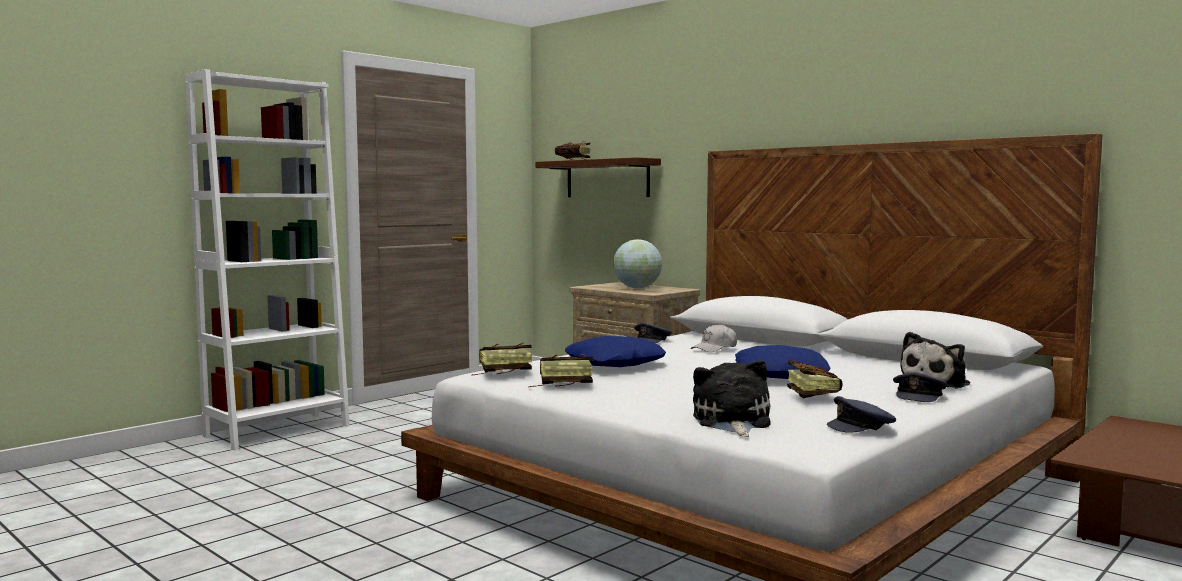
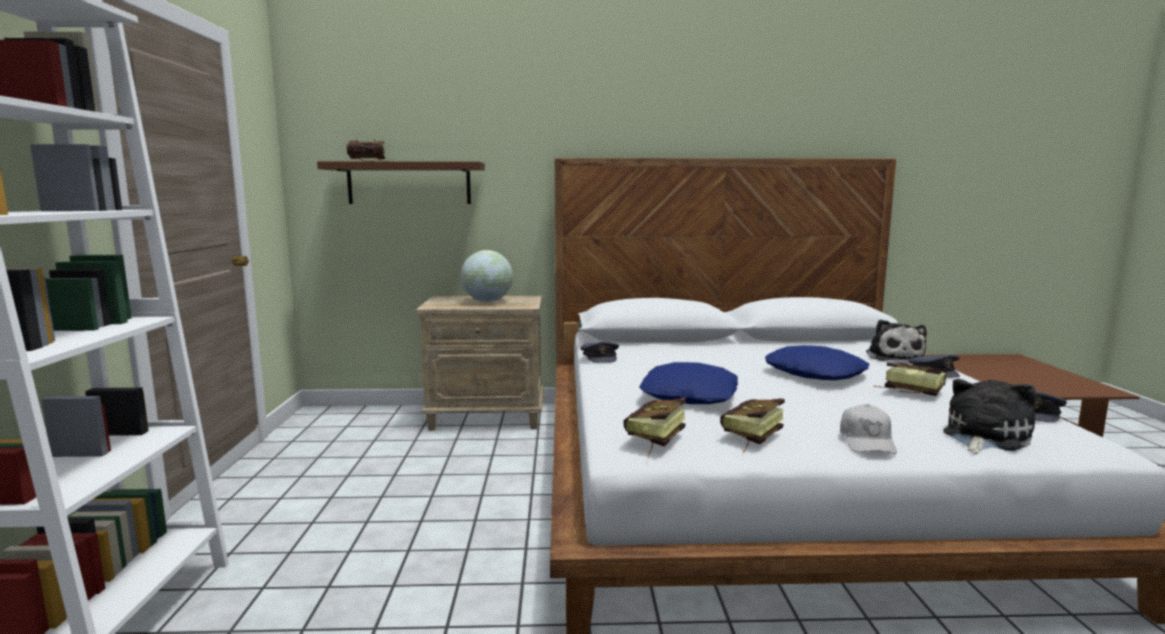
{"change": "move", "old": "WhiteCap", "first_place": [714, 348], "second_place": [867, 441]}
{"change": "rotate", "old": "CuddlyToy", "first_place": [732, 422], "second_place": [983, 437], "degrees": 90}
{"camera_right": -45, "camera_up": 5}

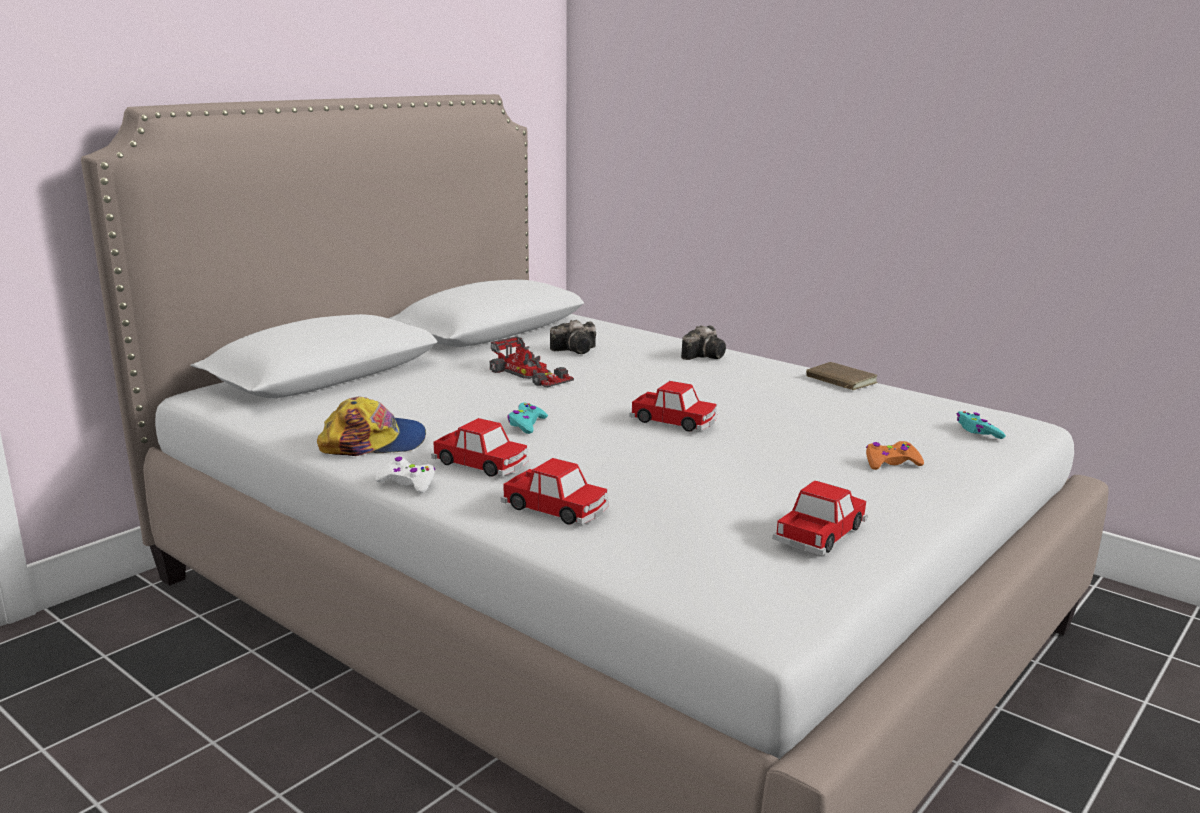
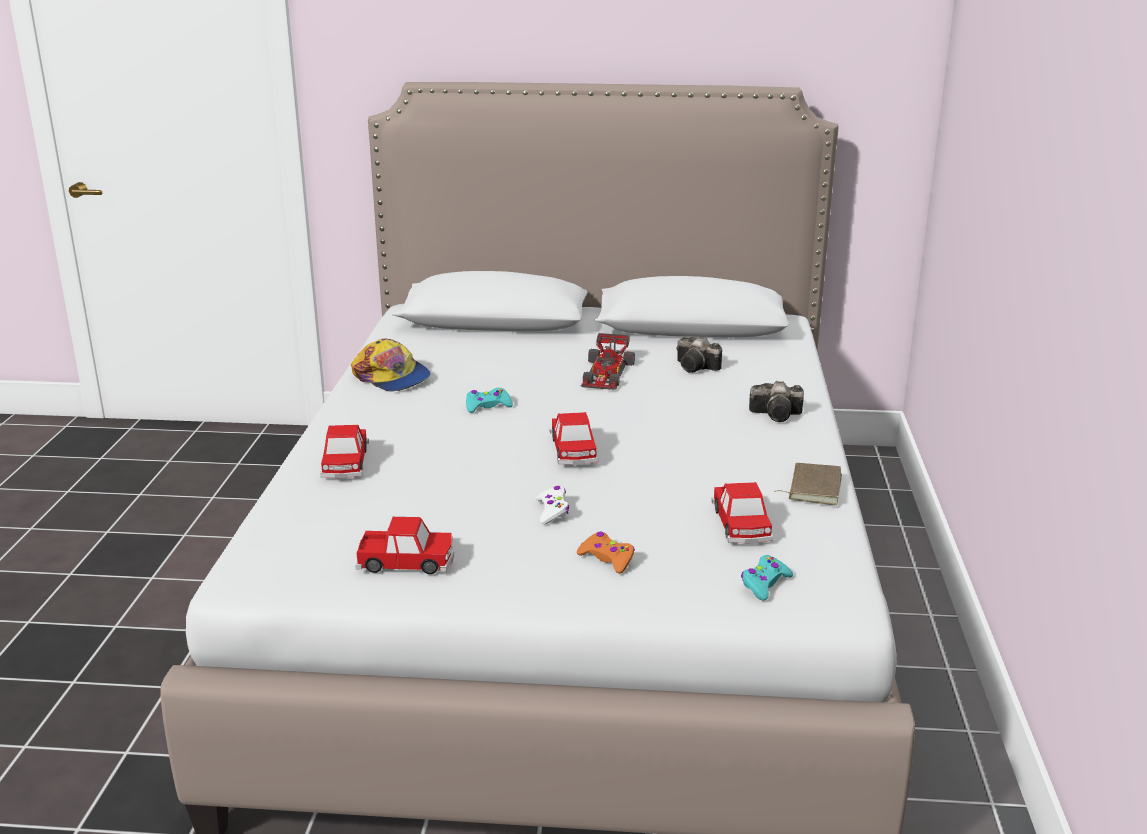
{"change": "move", "old": "WhiteGameController", "first_place": [407, 483], "second_place": [552, 511]}
{"change": "move", "old": "MiniatureCar", "first_place": [481, 463], "second_place": [741, 524]}
{"camera_right": 55, "camera_up": 5}

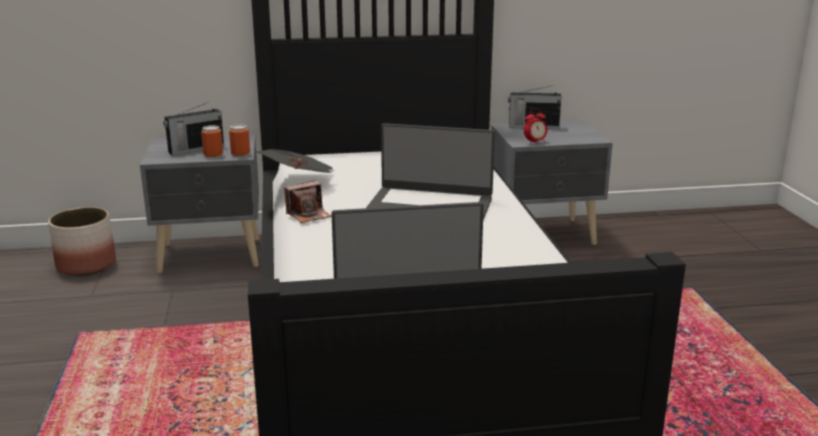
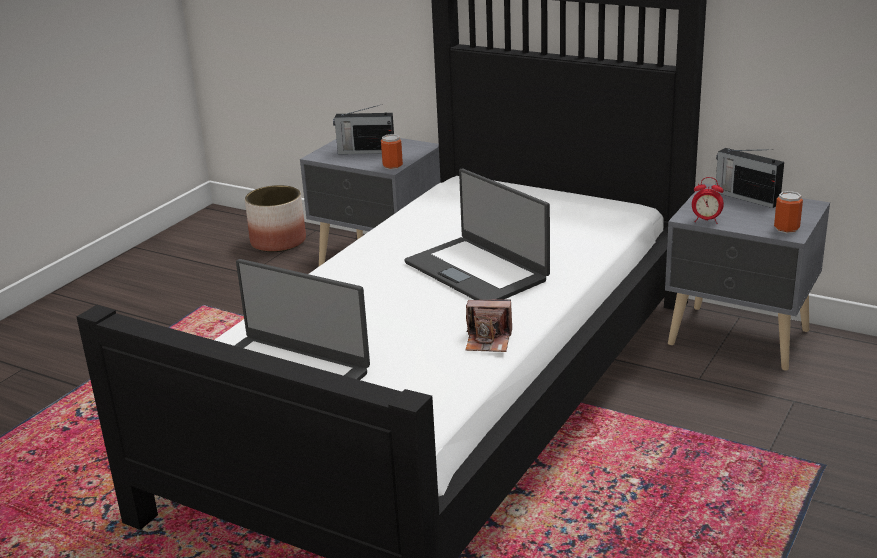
{"change": "delete", "old": "PrintedPaper", "first_place": [300, 182]}
{"change": "move", "old": "Can", "first_place": [213, 155], "second_place": [786, 229]}
{"change": "move", "old": "StillCamera", "first_place": [309, 215], "second_place": [488, 340]}
{"camera_right": 40, "camera_up": 5}

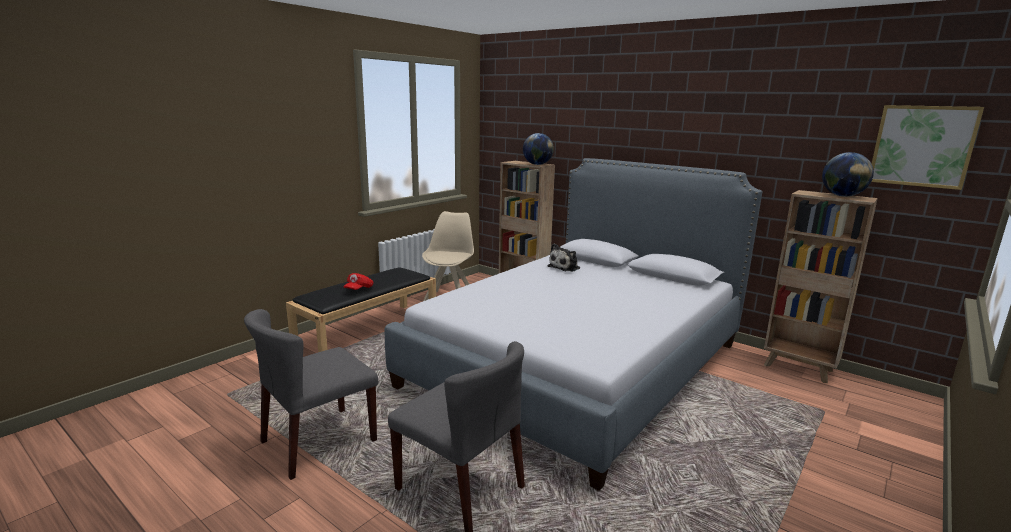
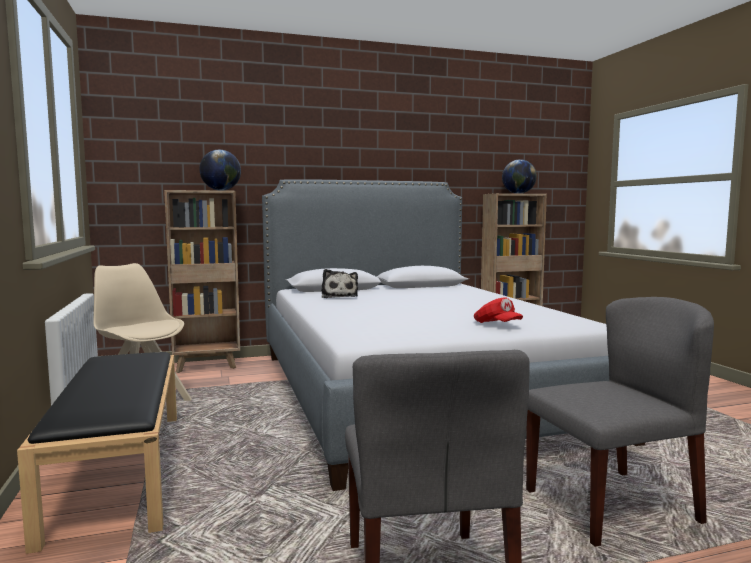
{"change": "delete", "old": "WallArt", "first_place": [922, 146]}
{"change": "move", "old": "RedCap", "first_place": [359, 289], "second_place": [497, 325]}
{"camera_right": -55, "camera_up": -10}

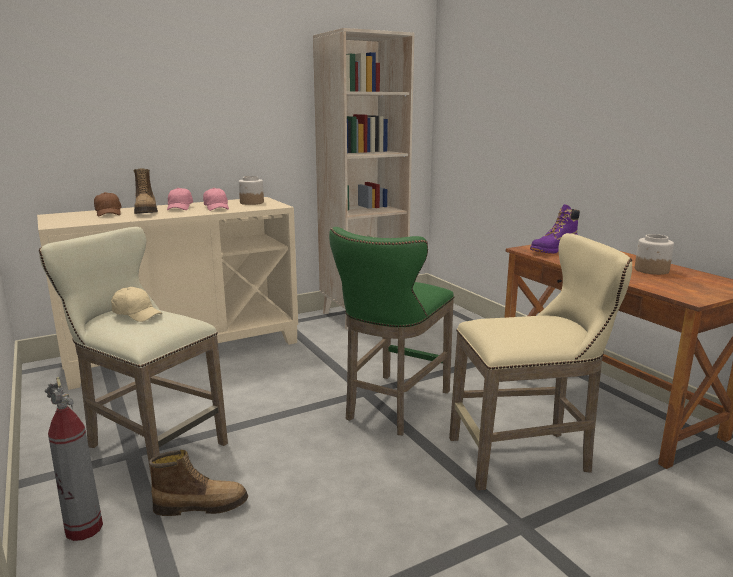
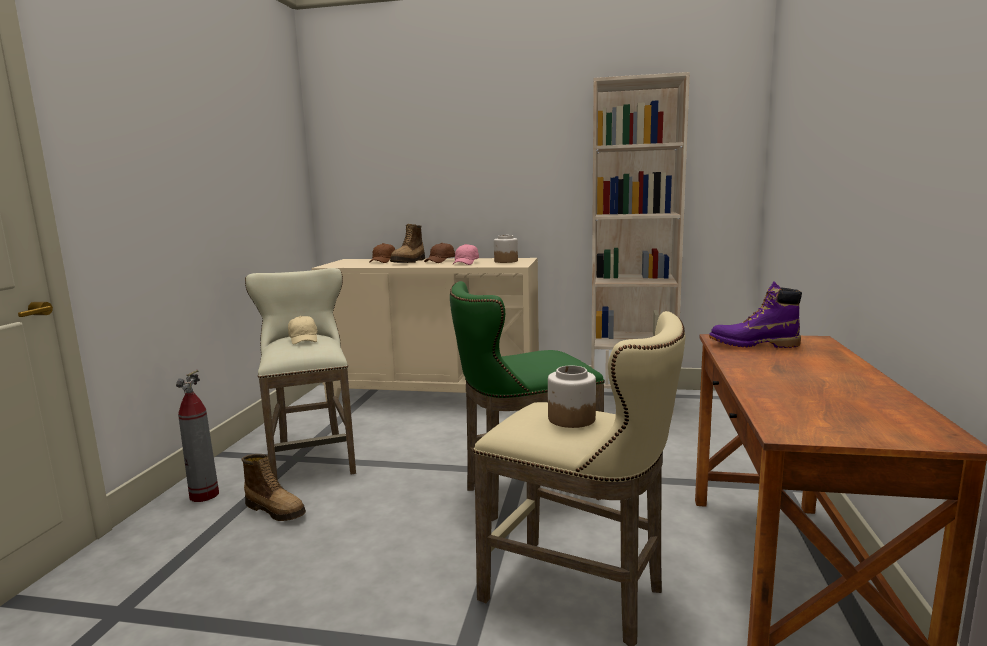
{"change": "move", "old": "Jar", "first_place": [651, 270], "second_place": [571, 418]}
{"change": "recolor", "old": "PinkishCap", "new": "BrownishCap", "first_place": [180, 208], "second_place": [440, 261]}
{"camera_right": 40, "camera_up": -5}

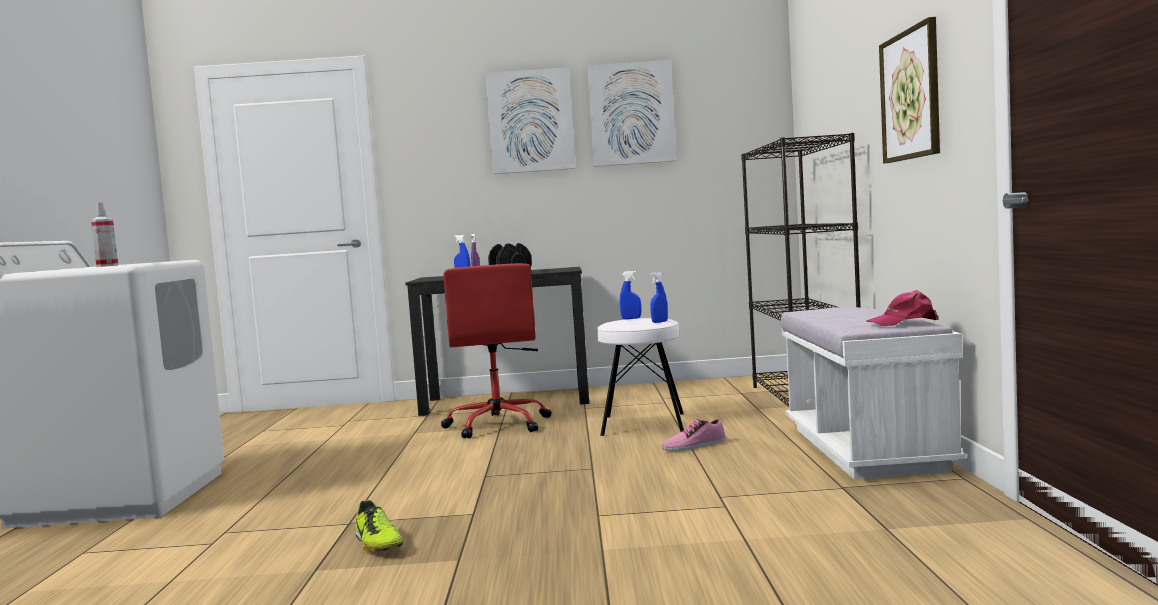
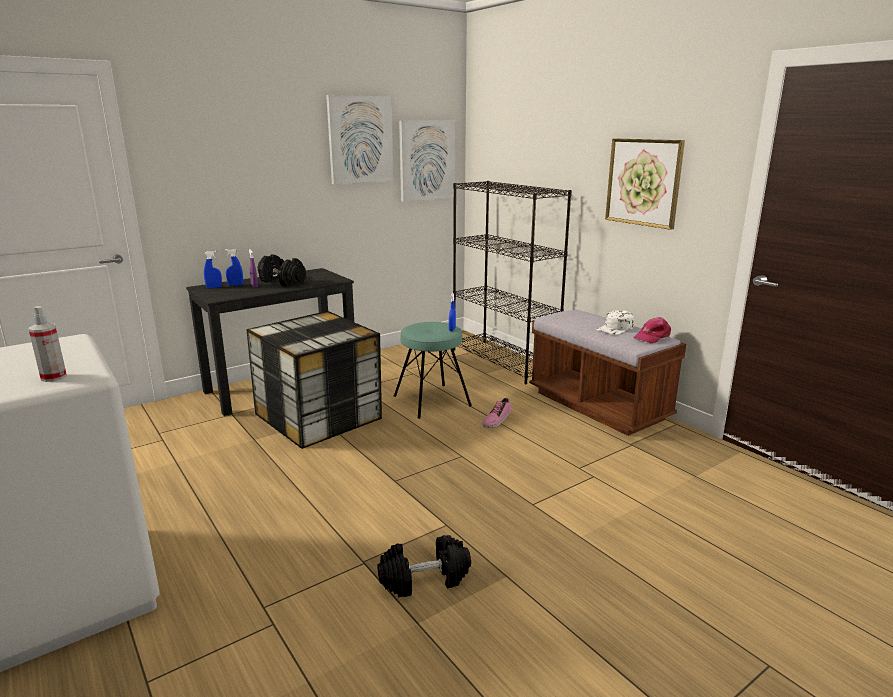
{"change": "insert", "new": "WhiteCap", "second_place": [615, 328]}
{"change": "move", "old": "WallArt", "first_place": [530, 121], "second_place": [427, 160]}
{"change": "move", "old": "BlueHandSprayer", "first_place": [631, 318], "second_place": [214, 287]}
{"change": "replace", "old": "LowShoe", "new": "BlackHandWeight", "first_place": [378, 544], "second_place": [424, 579]}
{"change": "replace", "old": "RedOfficeChair", "new": "StorageContainer", "first_place": [498, 425], "second_place": [318, 418]}
{"change": "recolor", "old": "WhiteStool", "new": "BlueGreenStool", "first_place": [643, 424], "second_place": [432, 401]}
{"change": "recolor", "old": "WhiteLongSeat", "new": "BrownishLongSeat", "first_place": [865, 449], "second_place": [598, 406]}
{"camera_right": -35, "camera_up": 15}

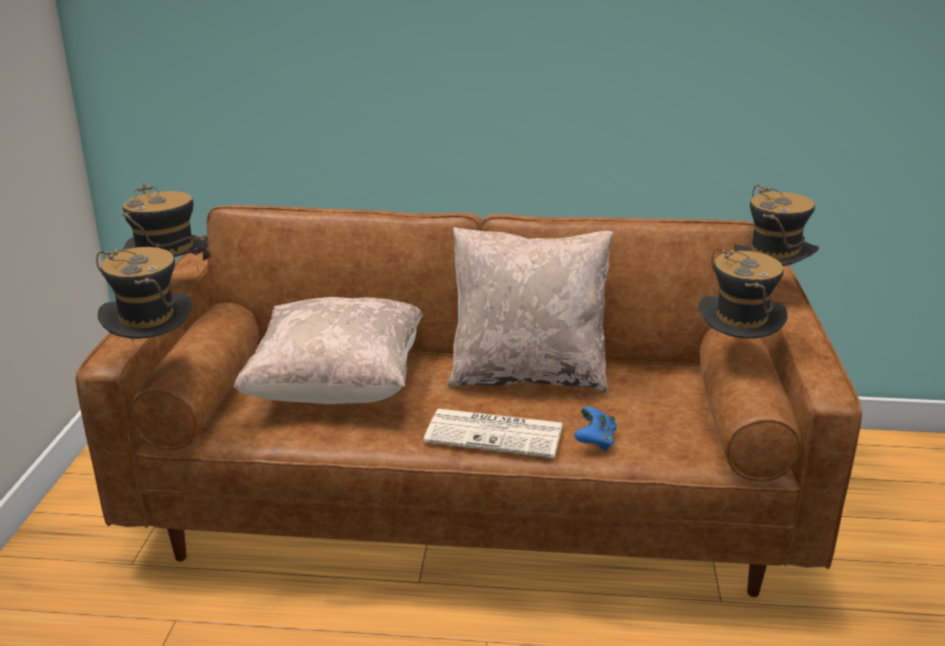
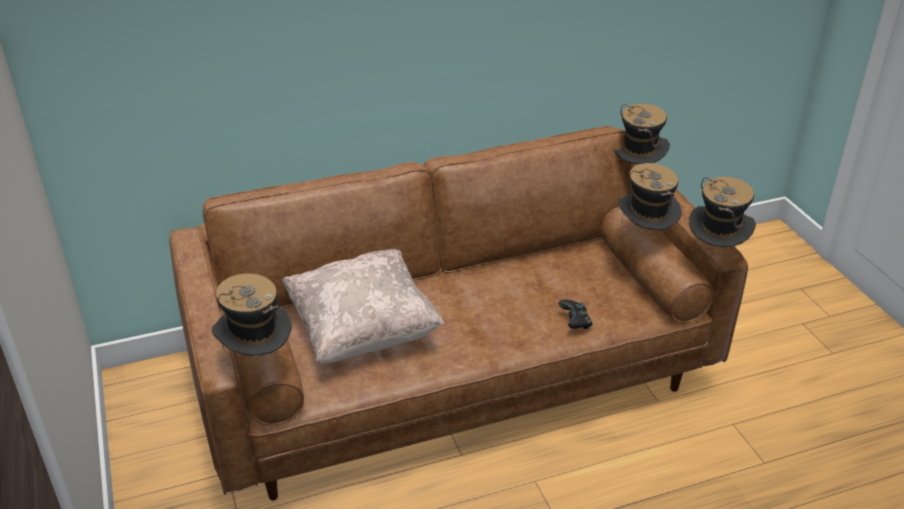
{"change": "delete", "old": "PrintedPaper", "first_place": [496, 434]}
{"change": "delete", "old": "BeigeColouredPillow", "first_place": [528, 375]}
{"change": "move", "old": "ClothingHat", "first_place": [171, 288], "second_place": [715, 254]}
{"change": "recolor", "old": "BlueGameController", "new": "BlackGameController", "first_place": [595, 441], "second_place": [575, 323]}
{"camera_right": -25, "camera_up": 10}

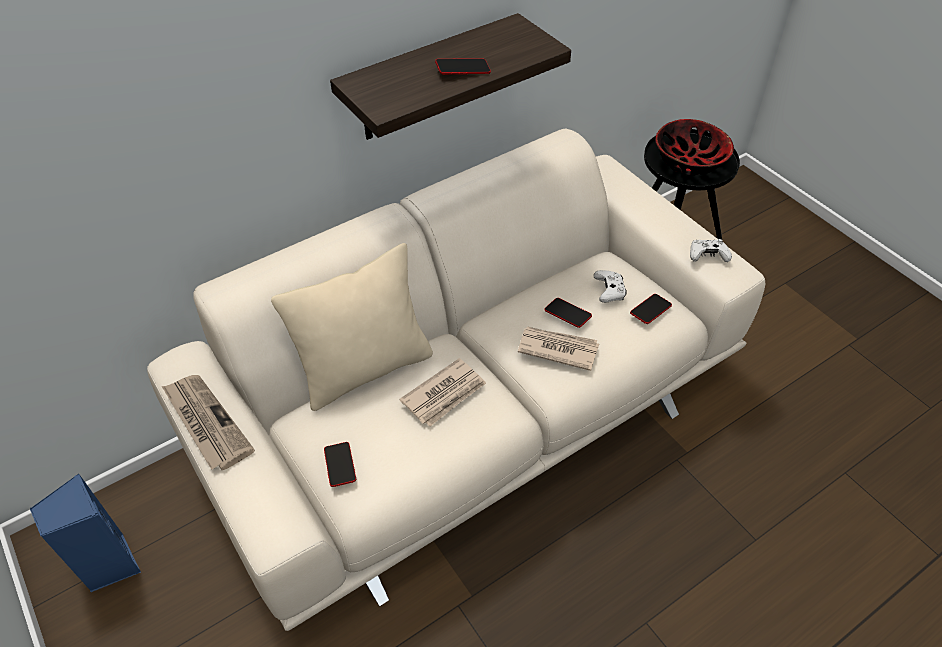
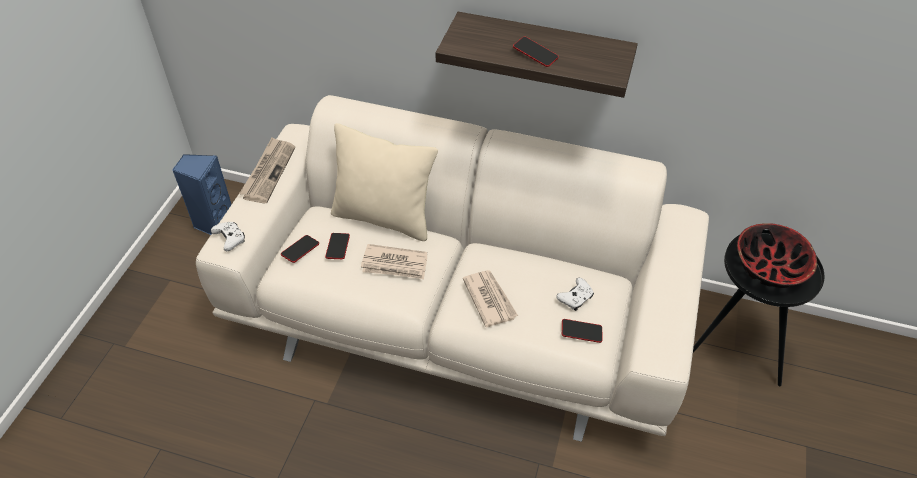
{"change": "move", "old": "Telephone", "first_place": [567, 315], "second_place": [338, 248]}
{"change": "move", "old": "WhiteGameController", "first_place": [707, 256], "second_place": [230, 239]}
{"camera_right": 50, "camera_up": 0}

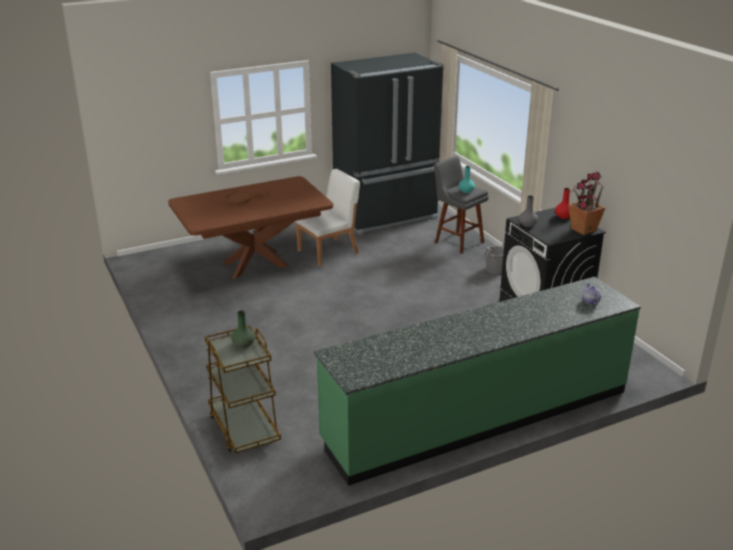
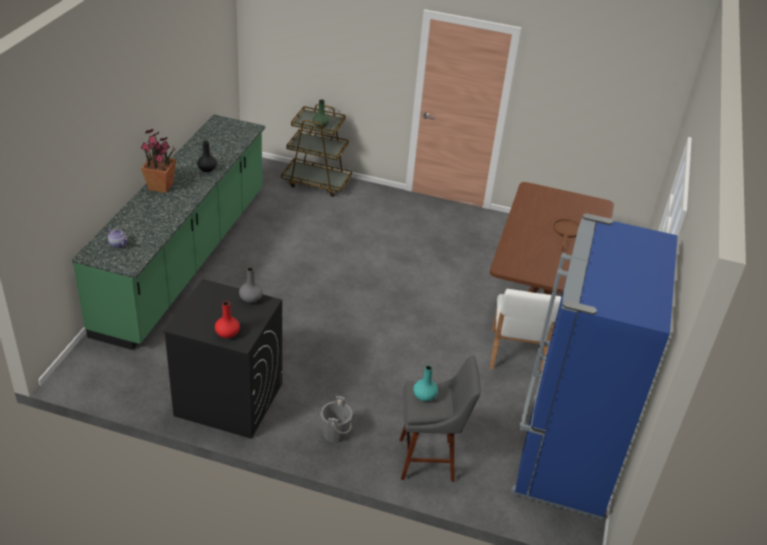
{"change": "insert", "new": "BlackFlowerVase", "second_place": [207, 169]}
{"change": "move", "old": "PlantInAPot", "first_place": [583, 229], "second_place": [161, 186]}
{"change": "recolor", "old": "BlackRefrigerator", "new": "BlueRefrigerator", "first_place": [386, 217], "second_place": [562, 455]}
{"camera_right": 130, "camera_up": 10}

